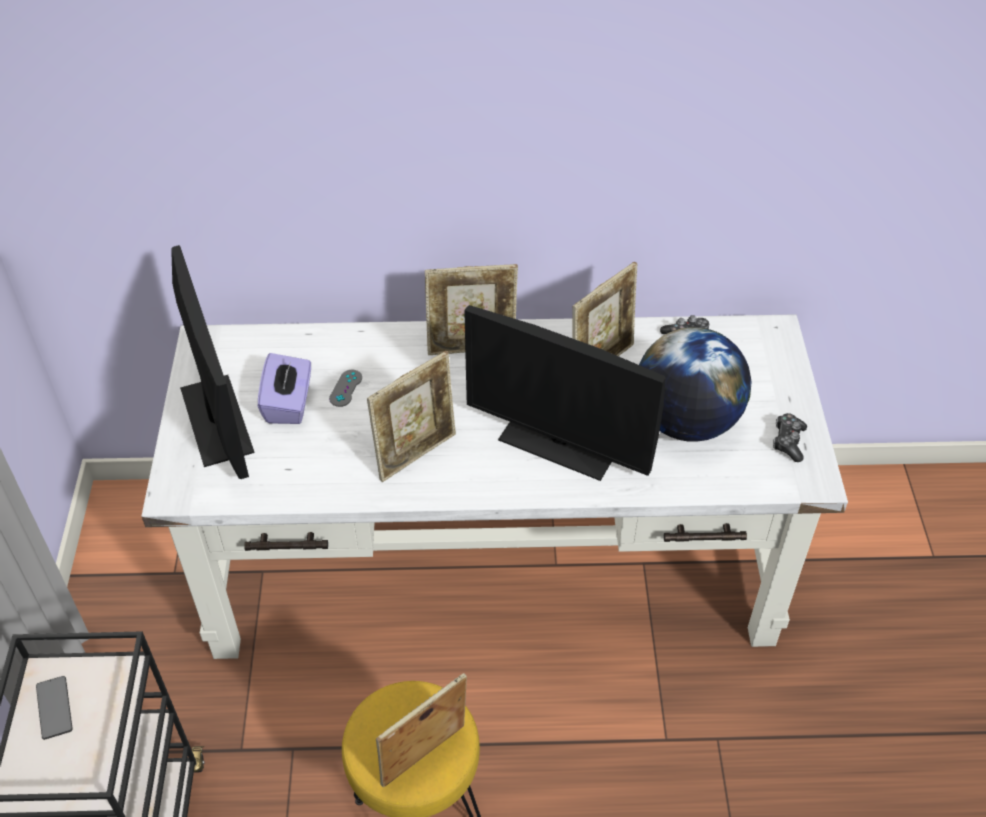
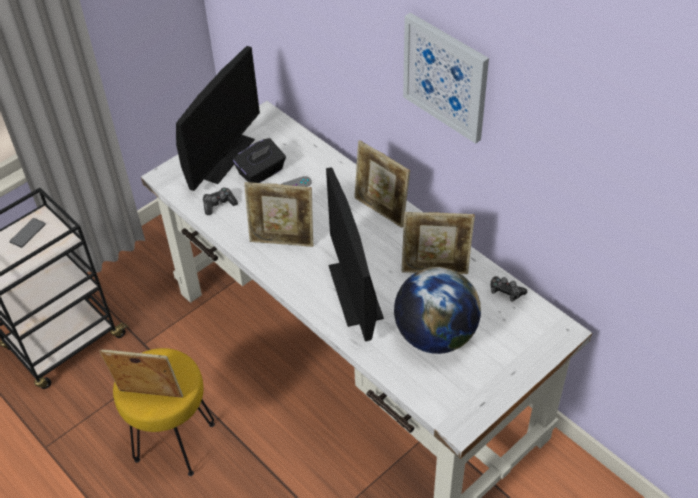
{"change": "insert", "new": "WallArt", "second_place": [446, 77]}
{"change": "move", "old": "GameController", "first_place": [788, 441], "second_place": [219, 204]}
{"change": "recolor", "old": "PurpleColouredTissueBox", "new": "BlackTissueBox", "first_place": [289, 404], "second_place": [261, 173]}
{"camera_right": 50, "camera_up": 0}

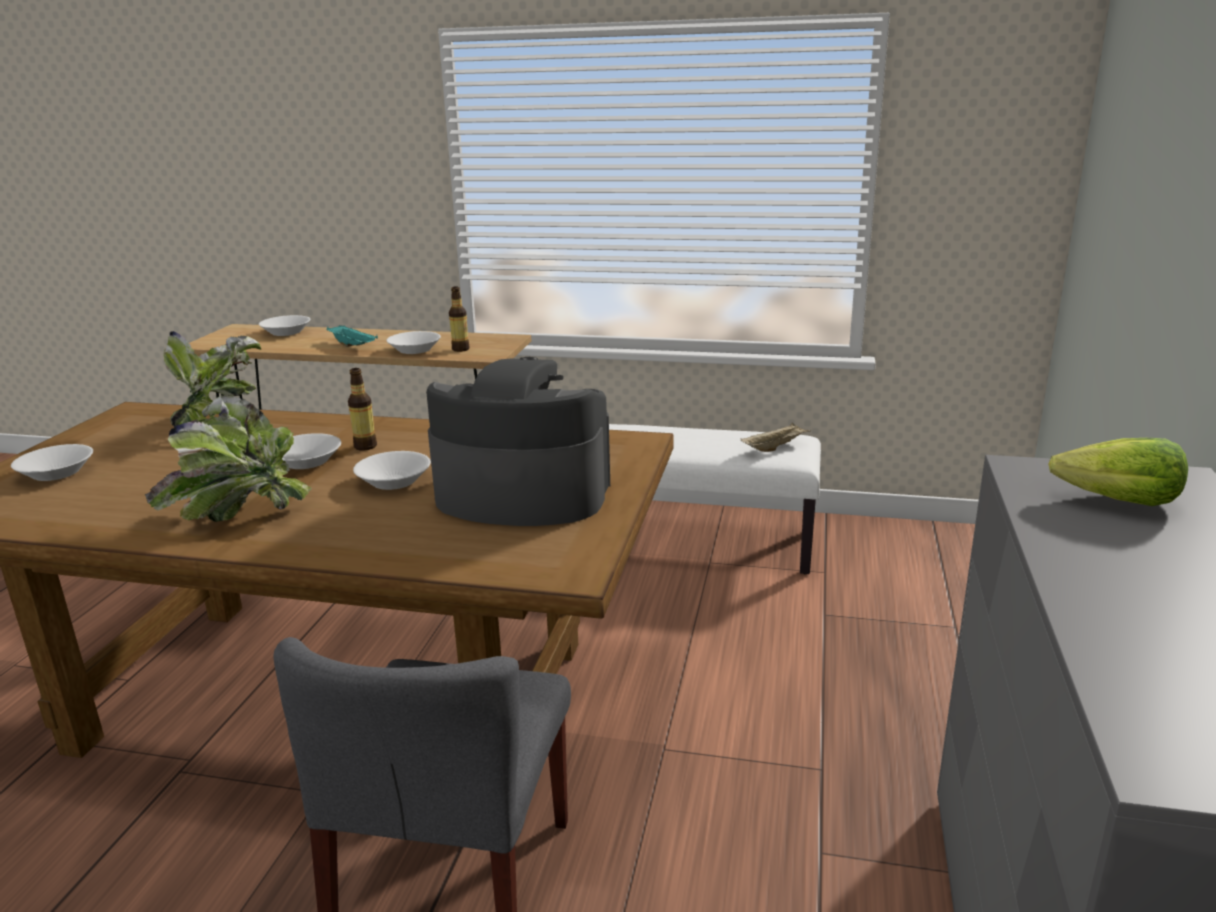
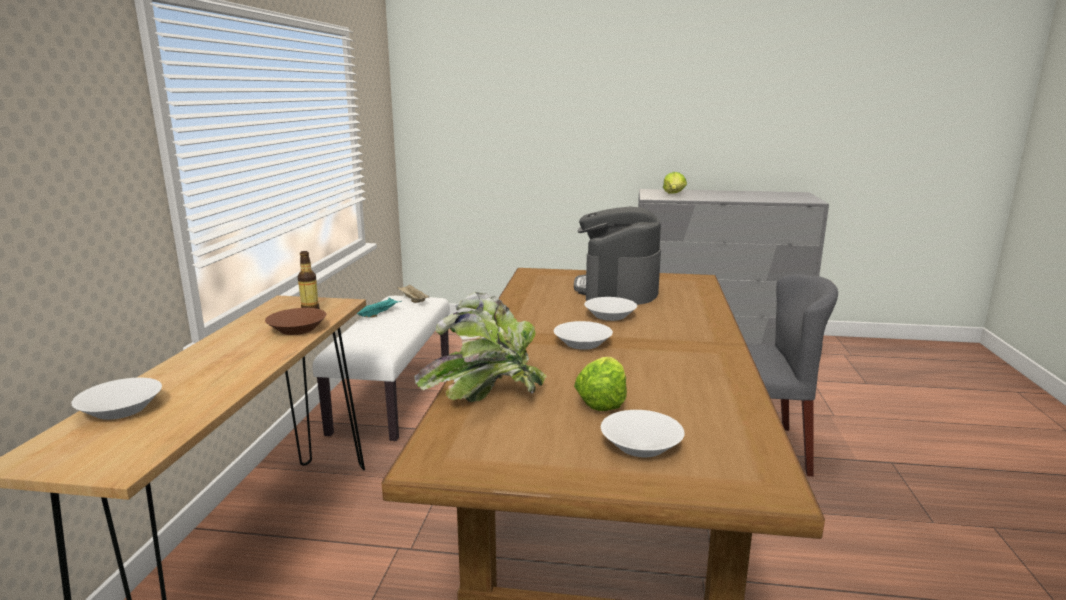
{"change": "delete", "old": "PlantInAPot", "first_place": [238, 513]}
{"change": "delete", "old": "DrinkBottle", "first_place": [365, 446]}
{"change": "insert", "new": "LettuceHead", "second_place": [602, 400]}
{"change": "move", "old": "BlueGreenCarryingTray", "first_place": [354, 346], "second_place": [377, 314]}
{"change": "recolor", "old": "WhiteBowl", "new": "BrownishBowl", "first_place": [414, 350], "second_place": [296, 329]}
{"camera_right": -95, "camera_up": -5}

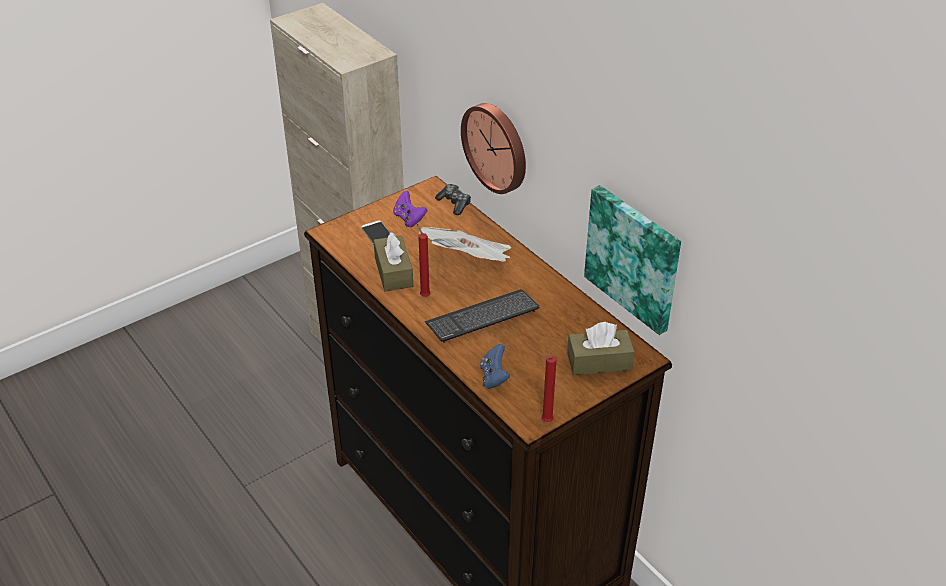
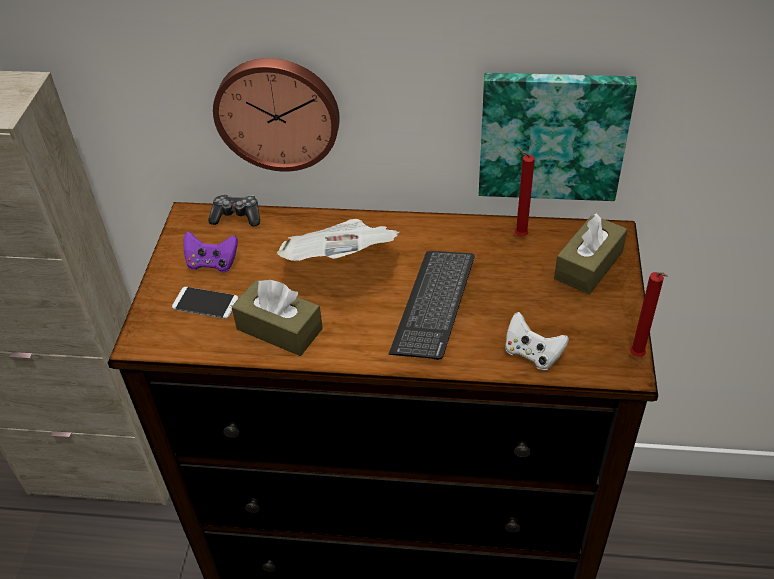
{"change": "move", "old": "RedWaxLight", "first_place": [424, 295], "second_place": [518, 235]}
{"change": "recolor", "old": "BlueGameController", "new": "WhiteGameController", "first_place": [494, 377], "second_place": [532, 354]}
{"camera_right": -45, "camera_up": 5}

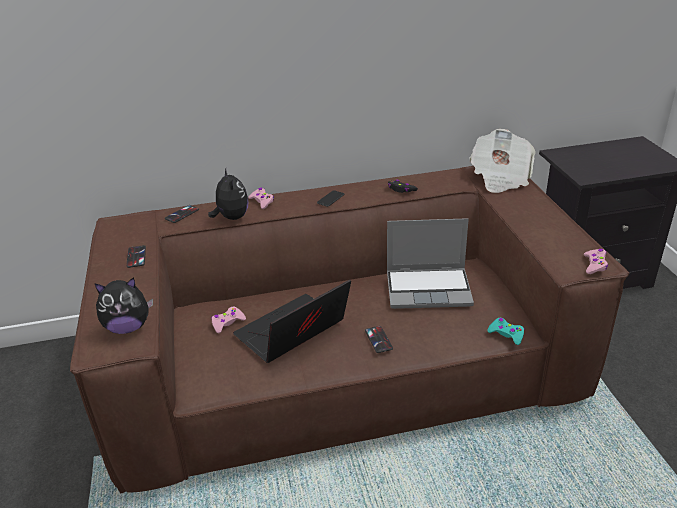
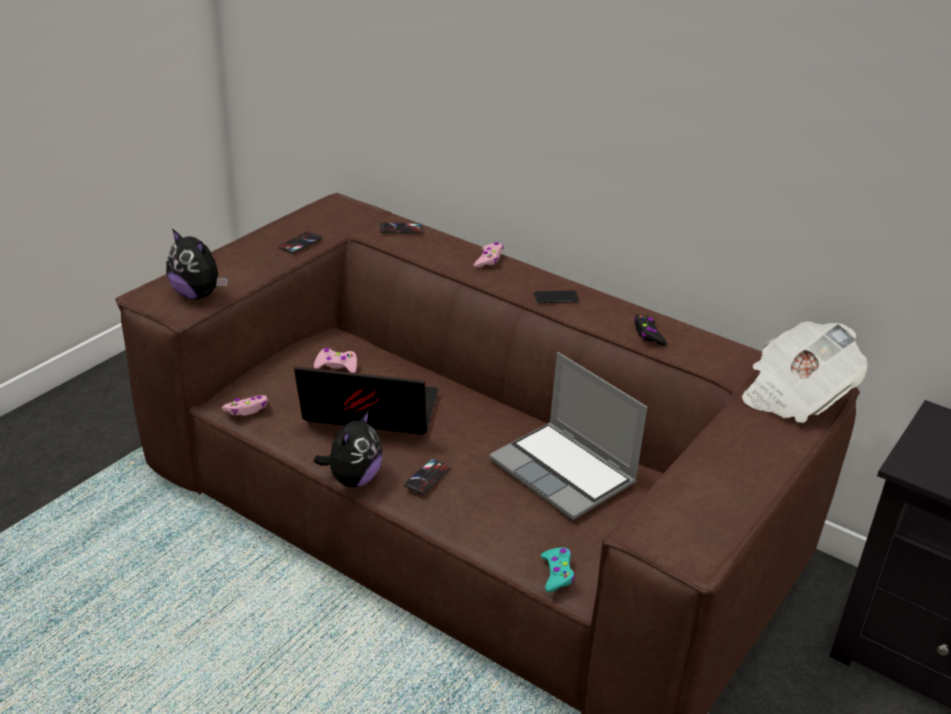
{"change": "move", "old": "CuddlyToy", "first_place": [231, 218], "second_place": [353, 479]}
{"change": "move", "old": "PinkishGameController", "first_place": [595, 265], "second_place": [247, 409]}
{"camera_right": 45, "camera_up": 0}

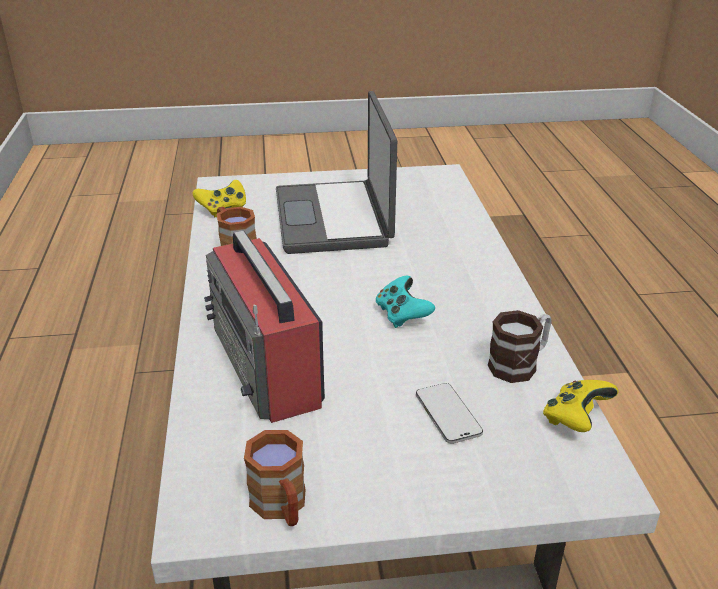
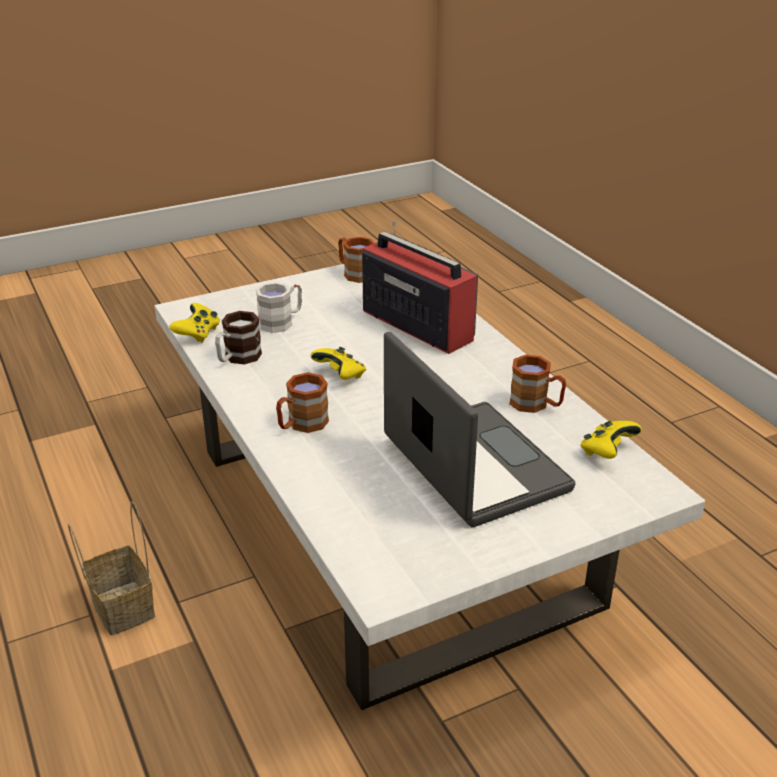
{"change": "insert", "new": "Basket", "second_place": [121, 607]}
{"change": "insert", "new": "BrownishTeaMug", "second_place": [301, 425]}
{"change": "replace", "old": "Telephone", "new": "WhiteTeaMug", "first_place": [448, 415], "second_place": [281, 322]}
{"change": "recolor", "old": "BlueGreenGameController", "new": "YellowGameController", "first_place": [402, 315], "second_place": [341, 375]}
{"camera_right": 160, "camera_up": 0}

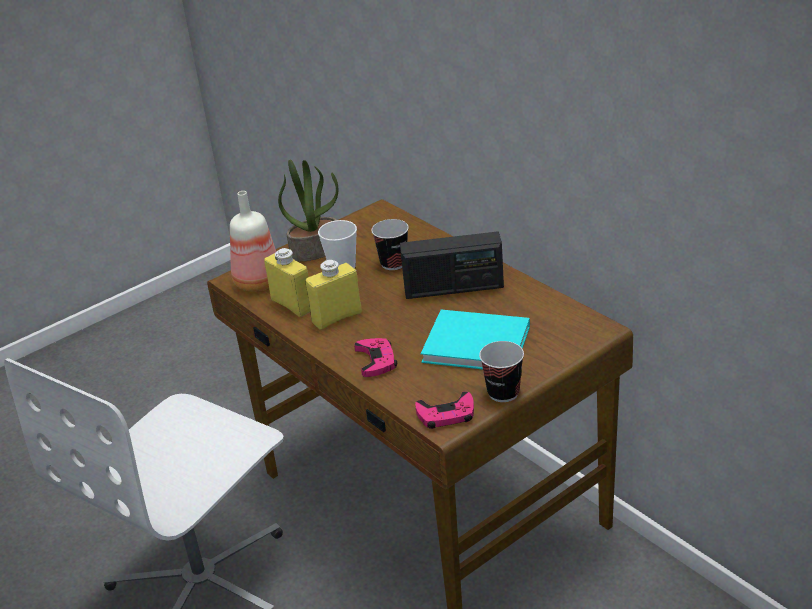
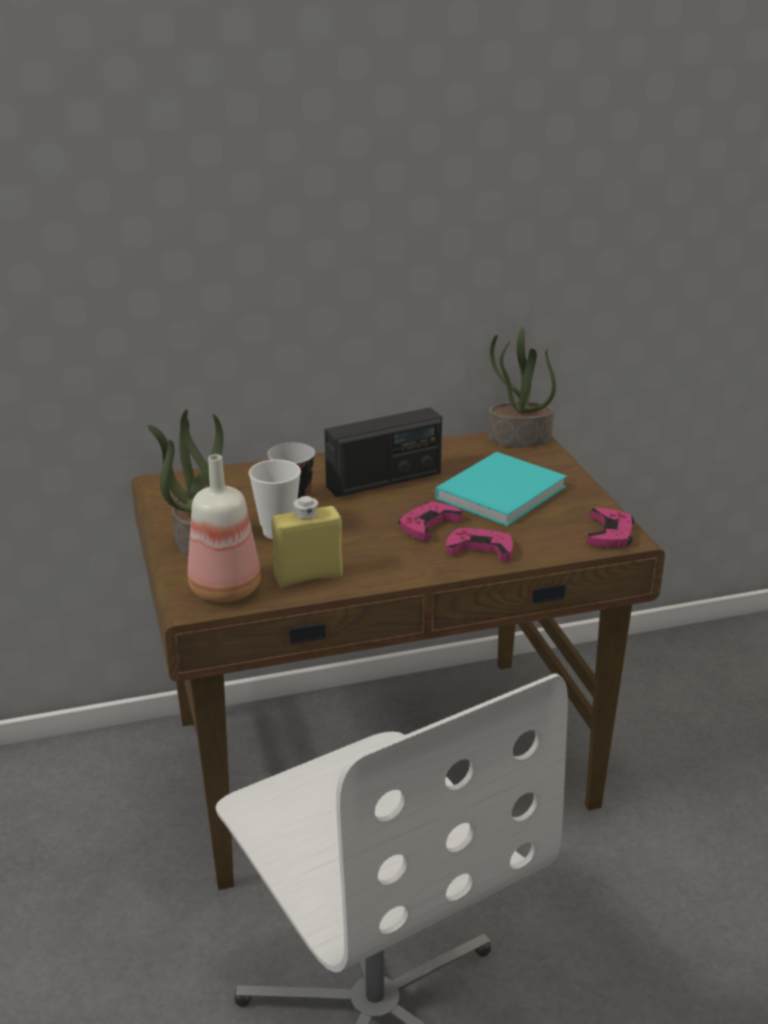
{"change": "delete", "old": "YellowDrinkBottle", "first_place": [337, 317]}
{"change": "delete", "old": "Cup", "first_place": [503, 393]}
{"change": "insert", "new": "PinkishGameController", "second_place": [428, 525]}
{"change": "insert", "new": "PlantInAPot", "second_place": [518, 439]}
{"change": "rotate", "old": "Radio", "first_place": [453, 288], "second_place": [384, 480], "degrees": 45}
{"camera_right": -70, "camera_up": -5}

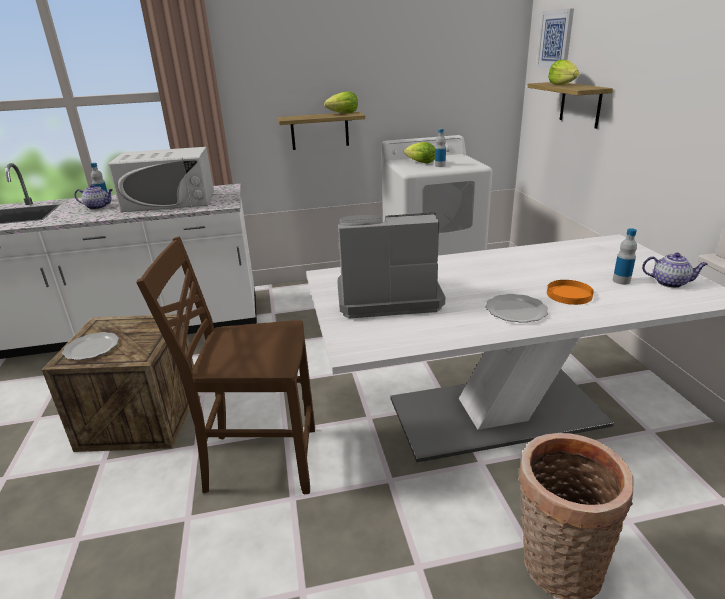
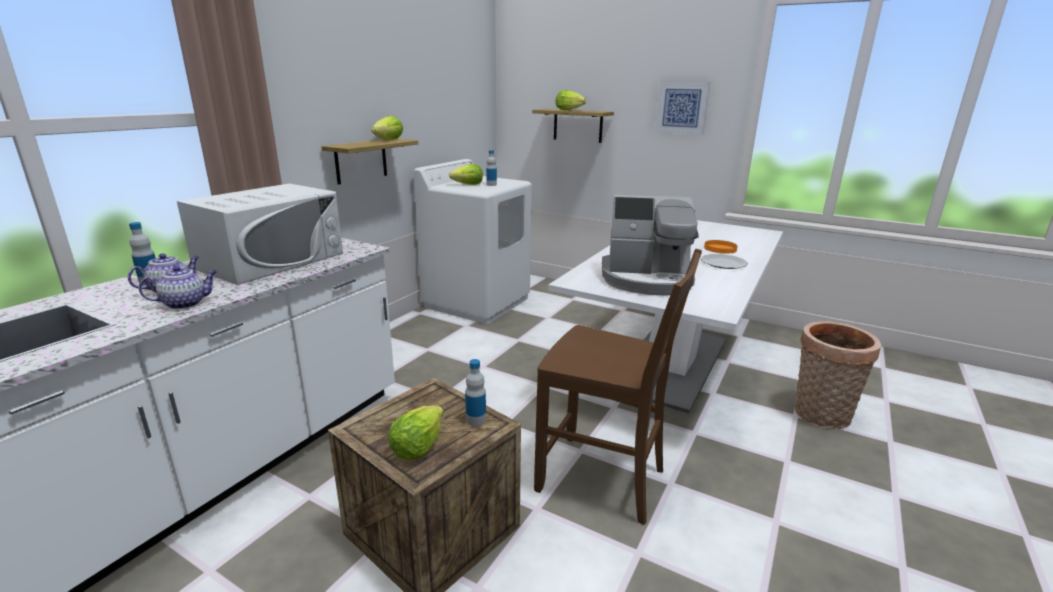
{"change": "move", "old": "WallArt", "first_place": [555, 39], "second_place": [681, 107]}
{"change": "move", "old": "DrinkBottle", "first_place": [621, 281], "second_place": [476, 419]}
{"change": "move", "old": "PotForTea", "first_place": [670, 283], "second_place": [186, 303]}
{"change": "replace", "old": "FlatDish", "new": "LettuceHead", "first_place": [91, 348], "second_place": [417, 447]}
{"change": "rotate", "old": "BrownishPlainChair", "first_place": [259, 460], "second_place": [604, 480], "degrees": -105}
{"change": "rotate", "old": "CoffeeMaker", "first_place": [386, 296], "second_place": [647, 279], "degrees": -120}
{"camera_right": -50, "camera_up": -5}

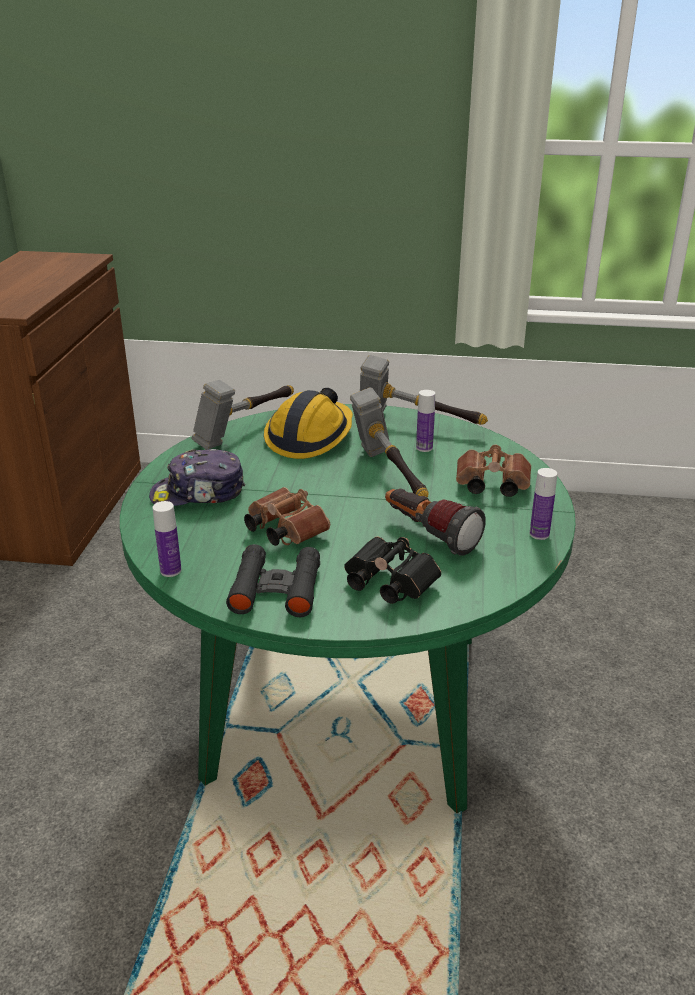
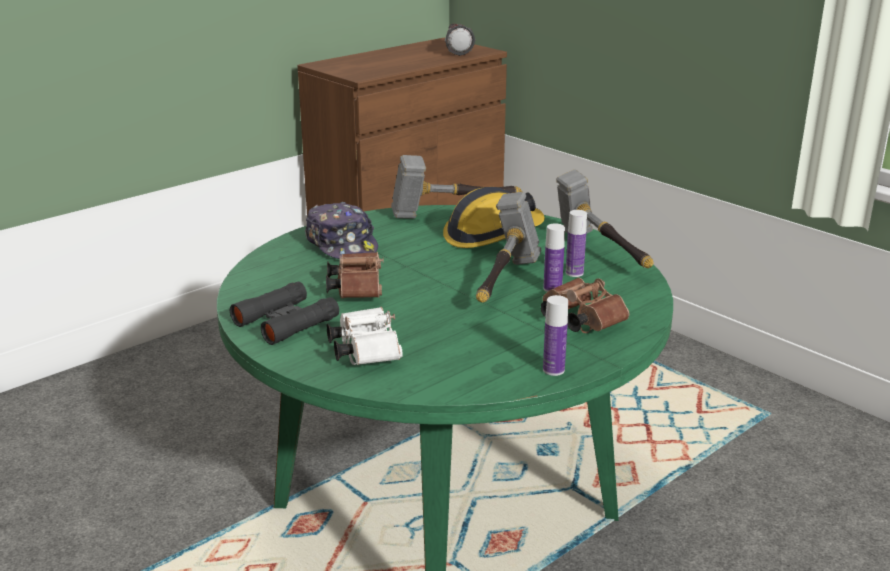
{"change": "move", "old": "DrinkBottle", "first_place": [170, 571], "second_place": [552, 289]}
{"change": "move", "old": "Flashlight", "first_place": [428, 535], "second_place": [456, 49]}
{"change": "recolor", "old": "BlackBinoculars", "new": "WhiteBinoculars", "first_place": [387, 584], "second_place": [364, 351]}
{"change": "rotate", "old": "Cap", "first_place": [198, 493], "second_place": [342, 244], "degrees": -150}
{"camera_right": 40, "camera_up": -5}

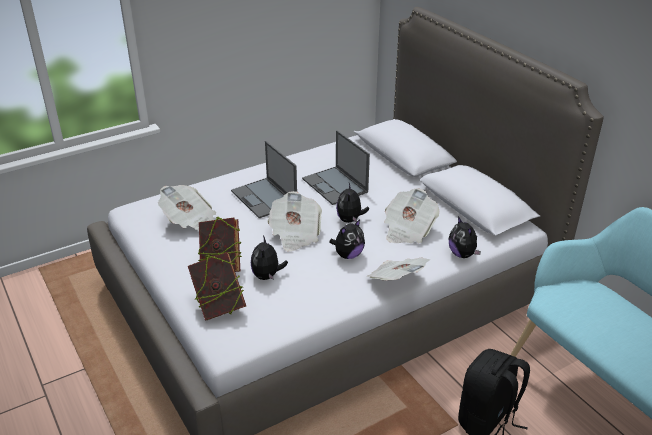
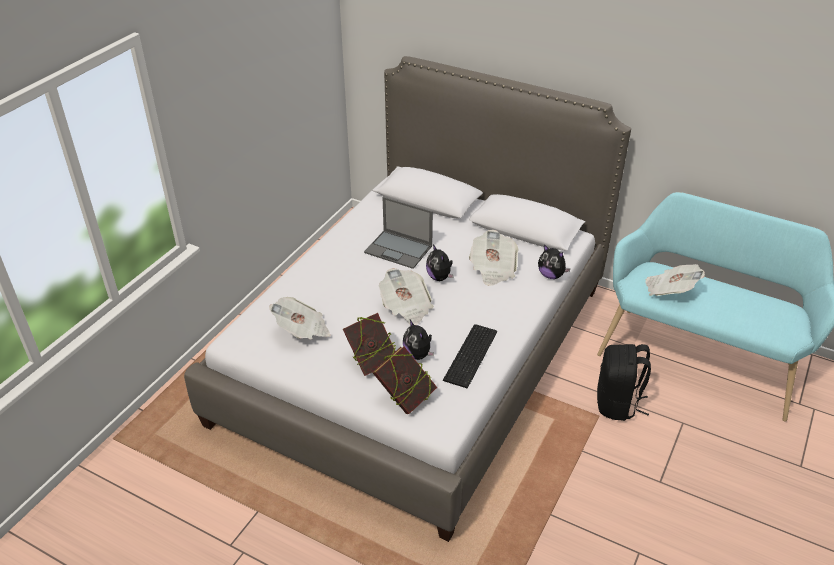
{"change": "delete", "old": "NotebookComputer", "first_place": [264, 198]}
{"change": "delete", "old": "CuddlyToy", "first_place": [348, 255]}
{"change": "insert", "new": "ComputerKeyboard", "second_place": [472, 355]}
{"change": "move", "old": "PrintedPaper", "first_place": [396, 280], "second_place": [670, 290]}
{"camera_right": -30, "camera_up": 5}

